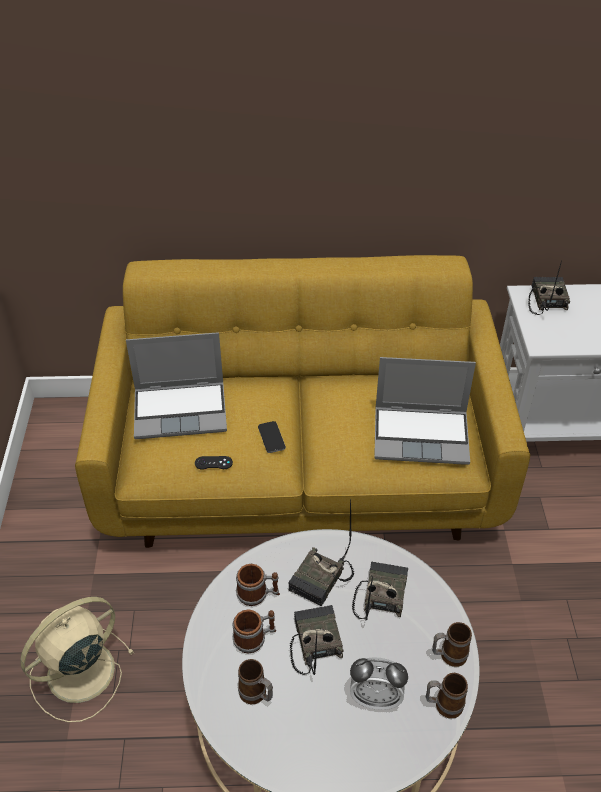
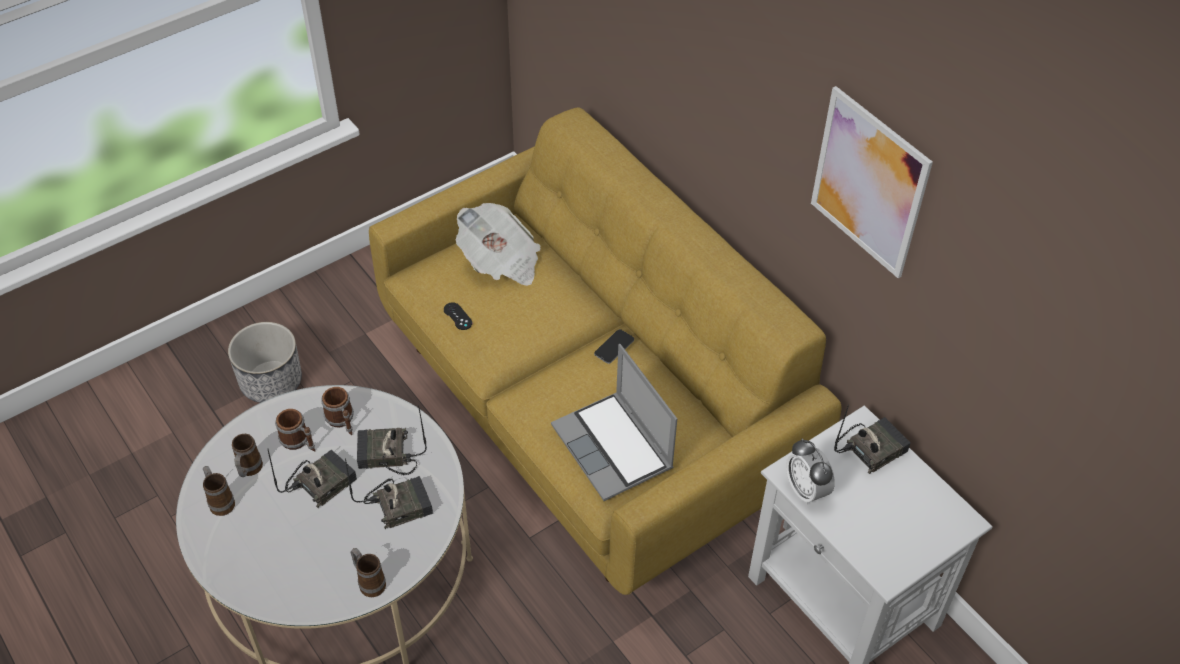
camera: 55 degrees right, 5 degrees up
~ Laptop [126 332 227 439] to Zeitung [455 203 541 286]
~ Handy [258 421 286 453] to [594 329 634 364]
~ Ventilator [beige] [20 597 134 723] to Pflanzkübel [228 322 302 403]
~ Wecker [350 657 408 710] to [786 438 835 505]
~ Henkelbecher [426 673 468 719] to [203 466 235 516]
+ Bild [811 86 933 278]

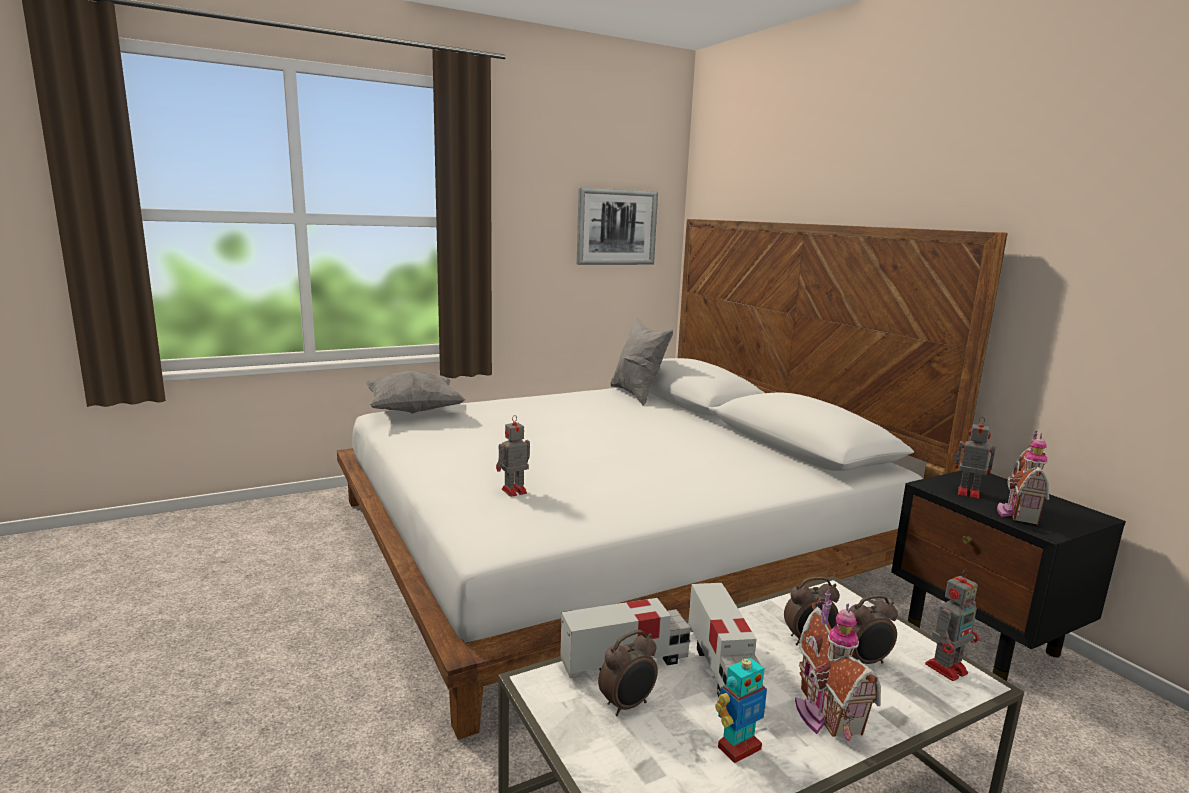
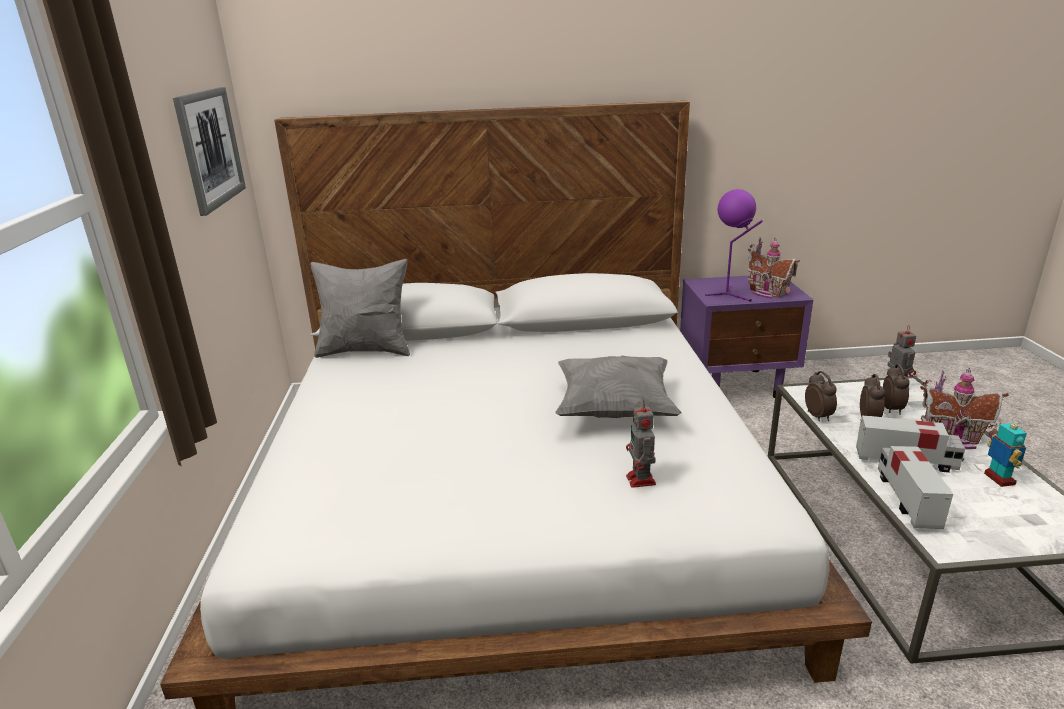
camera: 65 degrees left, 10 degrees up
~ Kissen [grau] [365 371 466 414] to [556 355 682 418]
~ Spielzeugroboter [953 417 996 499] to Tischlampe [lila] [705 189 763 301]
~ Nachttisch [schwarz] [891 471 1126 681] to Nachttisch [lila] [680 275 813 398]
~ Wecker [598 630 658 716] to [805 371 837 421]

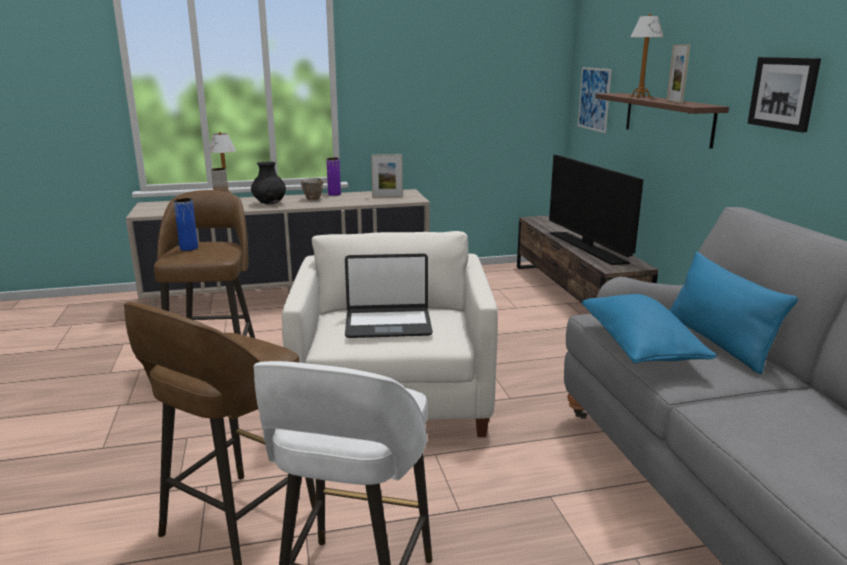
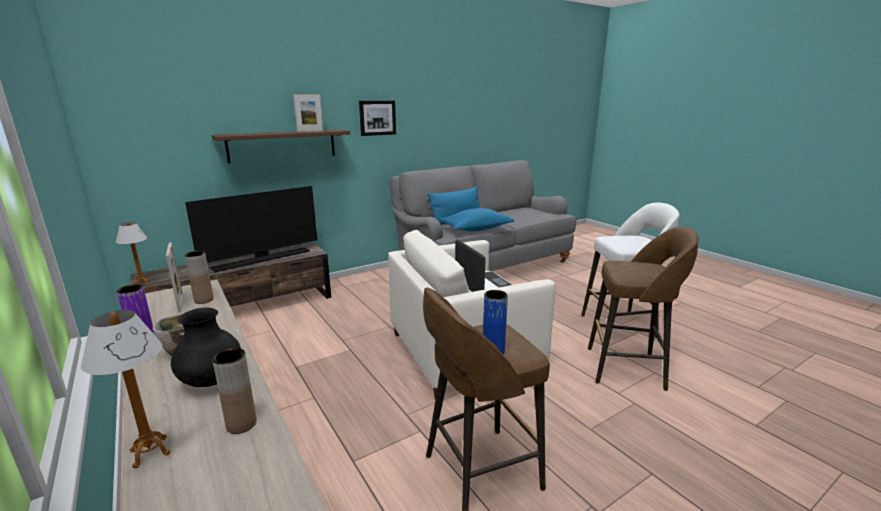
camera: 110 degrees left, 0 degrees up
~ Tischlampe [630 13 663 98] to [116 222 150 286]
- Bild [578 67 612 133]
+ Vase [braun] [185 251 214 304]

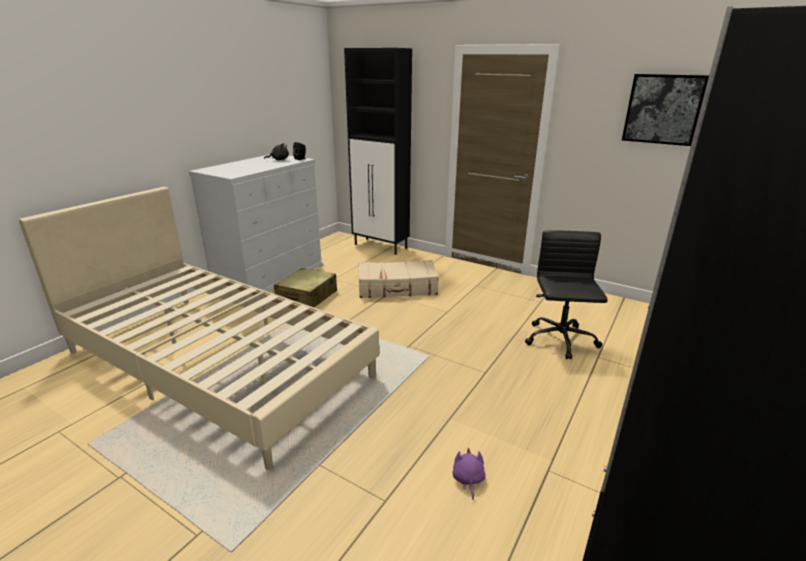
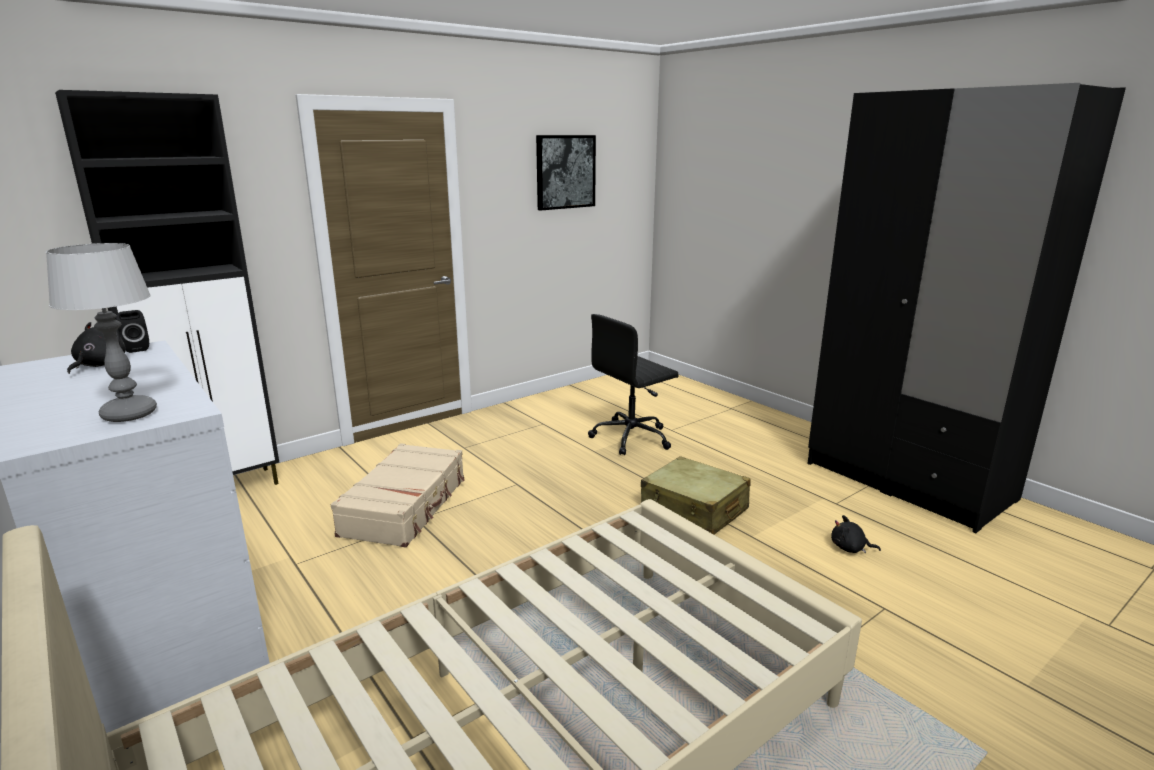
camera: 70 degrees left, 5 degrees down
~ Bürostuhl [schwarz] [525 230 608 359] = [588 314 679 455] 60 degrees counterclockwise
~ Koffer [beige] [274 268 337 307] to [641 456 751 535]
~ Plüschtier [lila] [452 448 486 500] to Plüschtier [schwarz] [831 515 881 553]
+ Tischlampe [46 243 157 422]

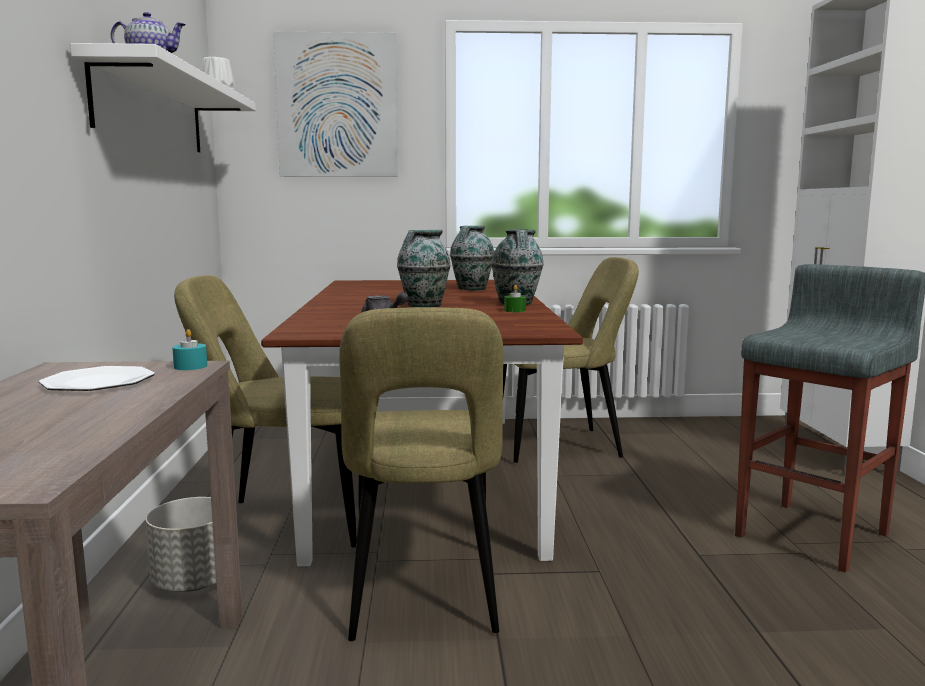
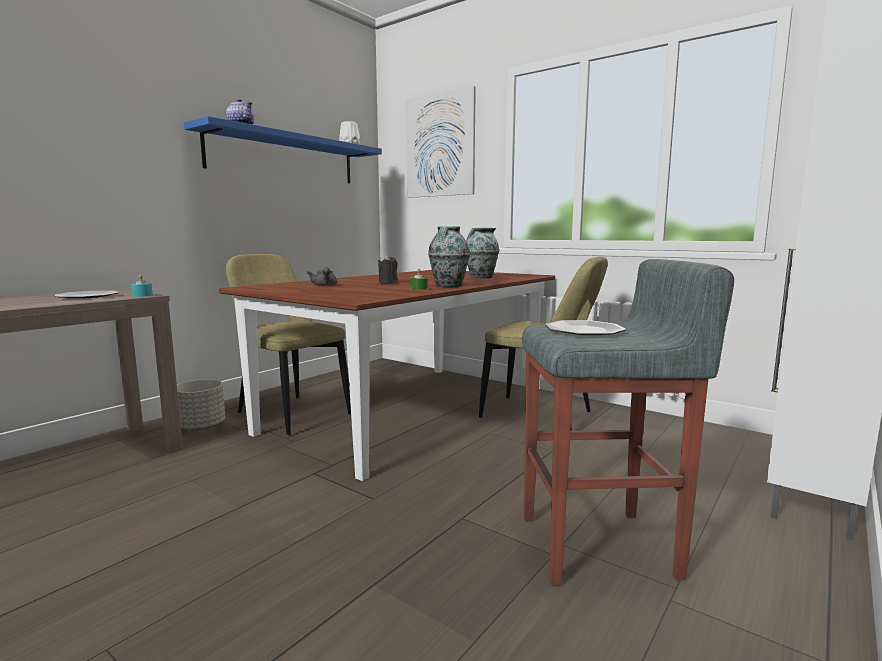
camera: 40 degrees right, 0 degrees up
~ Wandregal [weiß] [70 43 256 152] to Wandregal [blau] [184 116 382 183]
~ Vase [397 230 451 307] to Kerze [schwarz] [378 255 397 283]
- Stuhl [beige] [339 307 504 641]
+ Teller [545 320 626 335]

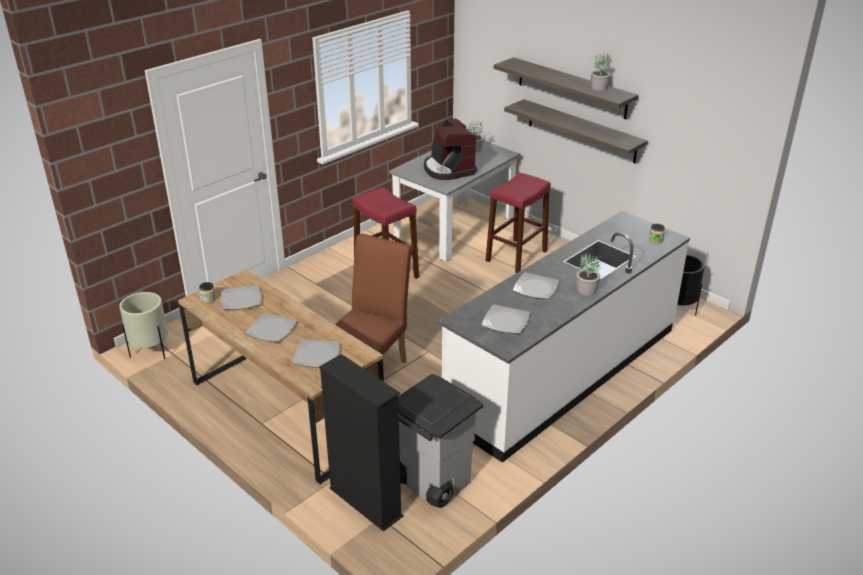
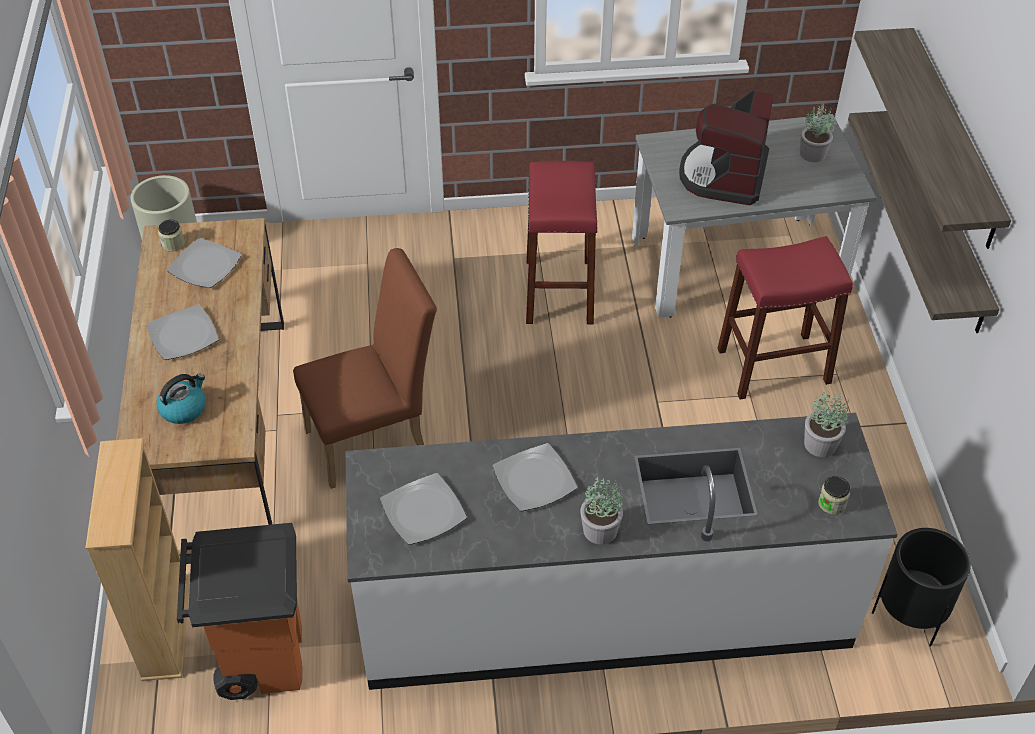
camera: 40 degrees right, 15 degrees up
~ Topfpflanze [591 53 611 91] to [804 392 849 457]
~ Teller [293 340 340 368] to Wasserkessel [156 374 206 424]
~ Bücherregal [schwarz] [319 354 403 532] to Bücherregal [beige] [85 438 190 681]
~ Mülleimer [grau] [398 374 483 508] to Mülleimer [orange] [177 523 302 700]

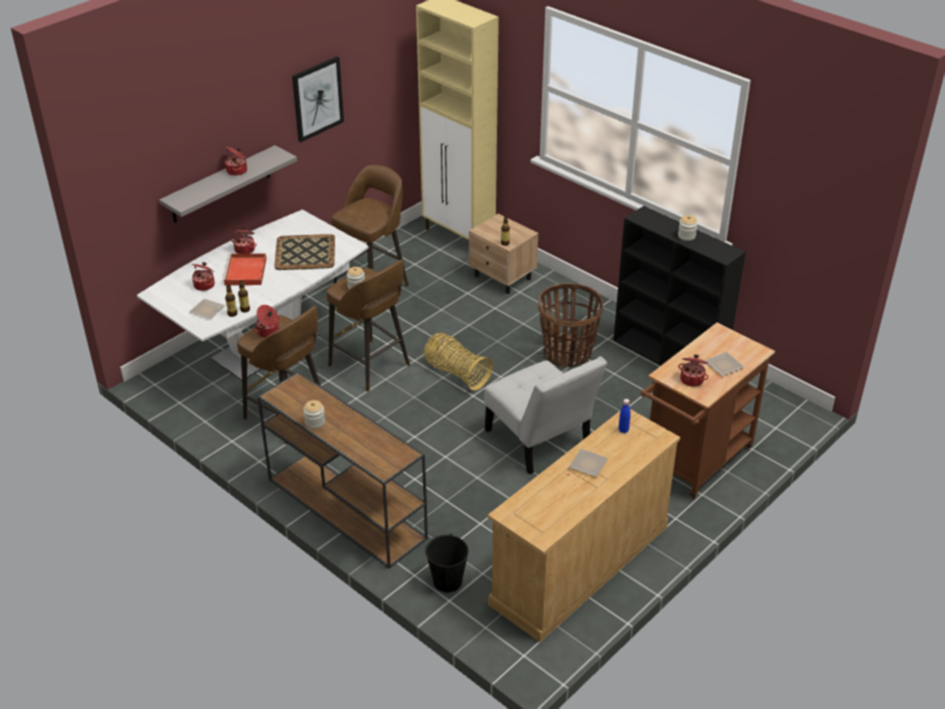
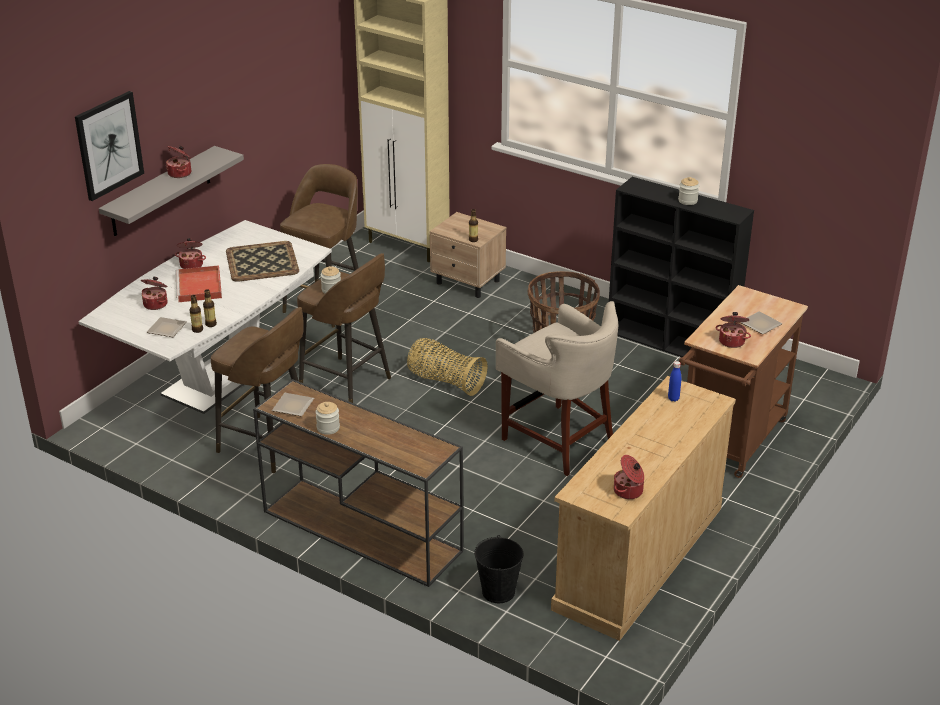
camera: 10 degrees left, 5 degrees down
~ Bild [292 56 344 142] to [75 91 144 201]
~ Kochtopf [253 305 281 338] to [614 455 644 499]
~ Stuhl [weiß] [484 356 607 474] to Hocker [beige] [496 301 618 476]
~ Teller [569 449 608 477] to [272 393 314 417]

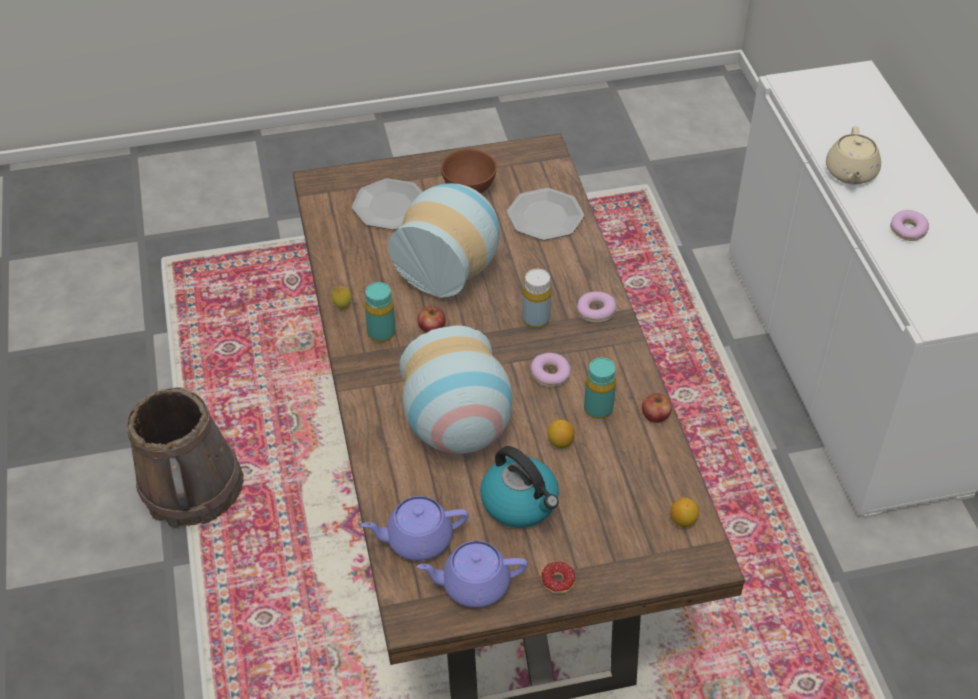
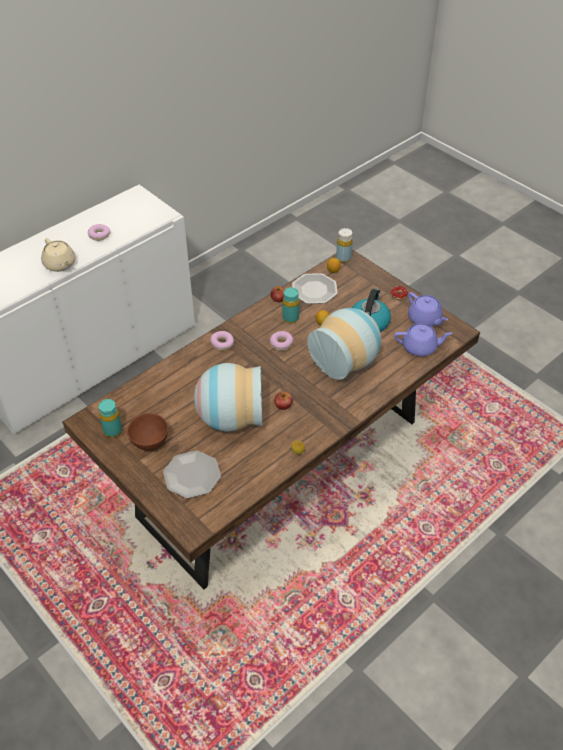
camera: 120 degrees left, 0 degrees up
~ Teekanne [beige] [826 126 881 184] = [41 238 76 272] 75 degrees clockwise
~ Teller [507 188 584 240] to [292 273 338 304]
~ Flasche [gelb] [522 269 551 328] to [336 228 353 263]
~ Flasche [türkis] [365 282 395 342] to [99 399 122 437]
- Eimer [braun] [127 387 244 528]
~ Teekanne [lila] [361 496 468 561] = [394 323 453 356] 45 degrees counterclockwise

